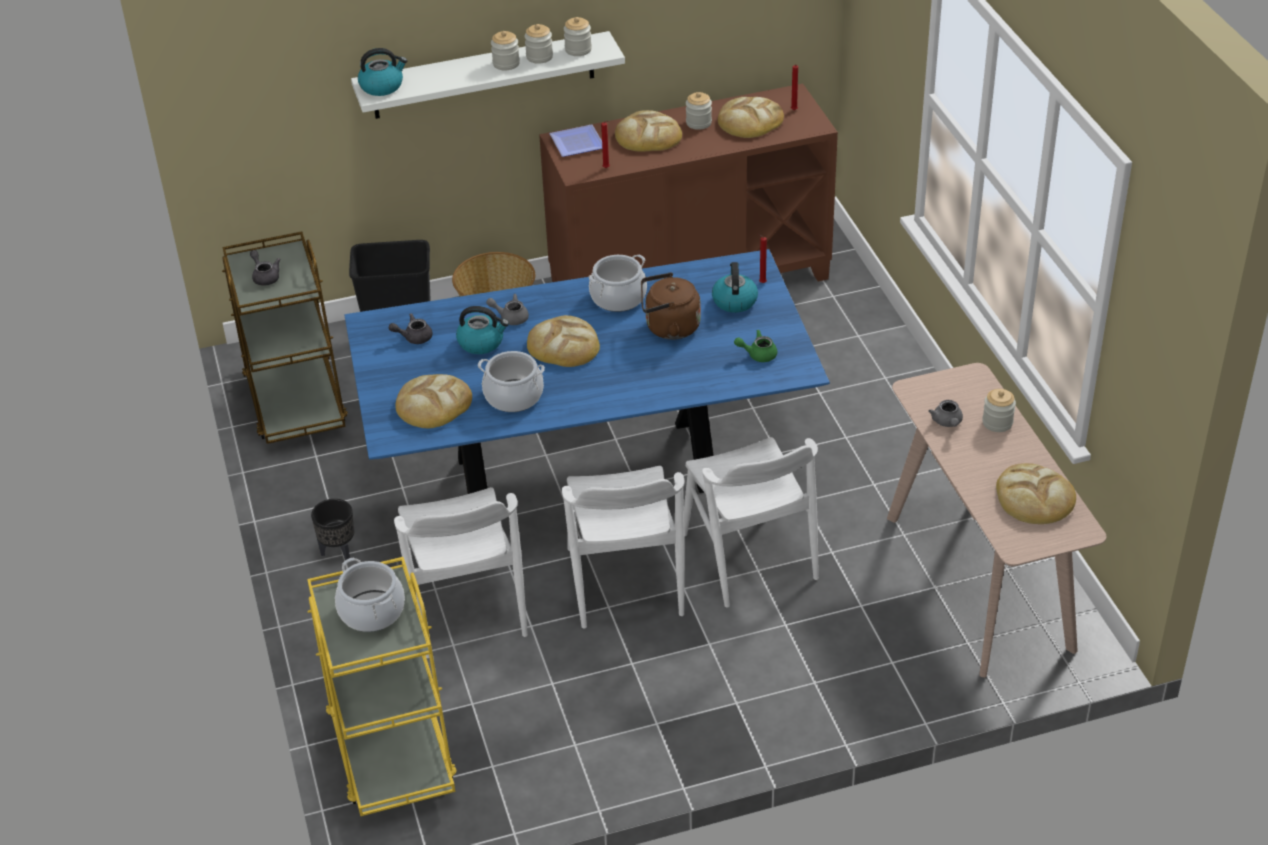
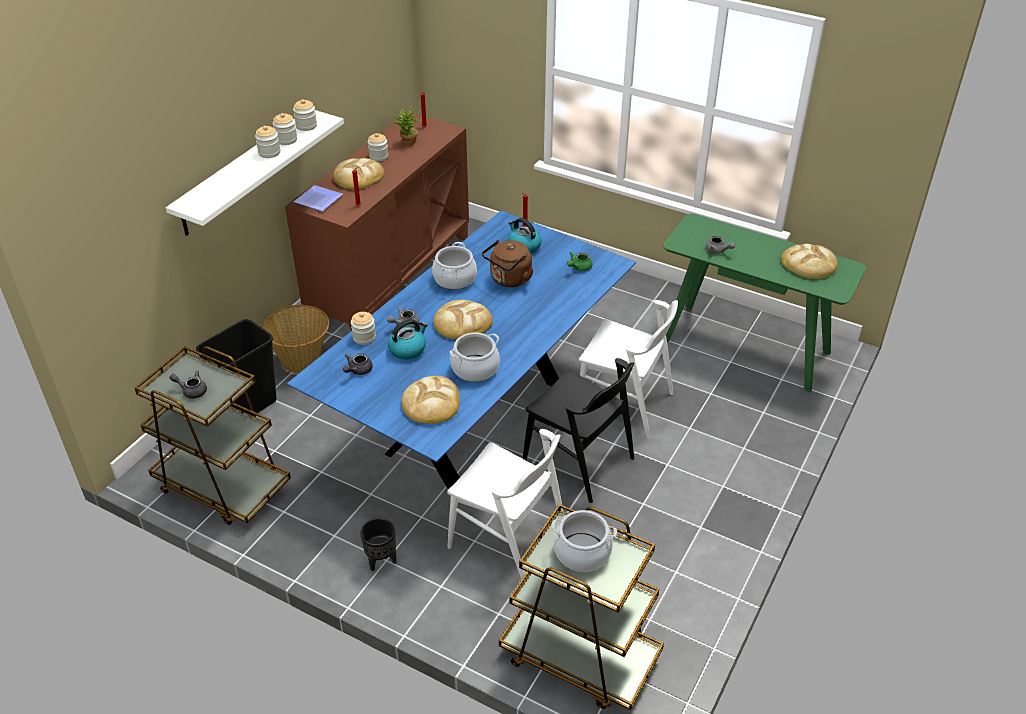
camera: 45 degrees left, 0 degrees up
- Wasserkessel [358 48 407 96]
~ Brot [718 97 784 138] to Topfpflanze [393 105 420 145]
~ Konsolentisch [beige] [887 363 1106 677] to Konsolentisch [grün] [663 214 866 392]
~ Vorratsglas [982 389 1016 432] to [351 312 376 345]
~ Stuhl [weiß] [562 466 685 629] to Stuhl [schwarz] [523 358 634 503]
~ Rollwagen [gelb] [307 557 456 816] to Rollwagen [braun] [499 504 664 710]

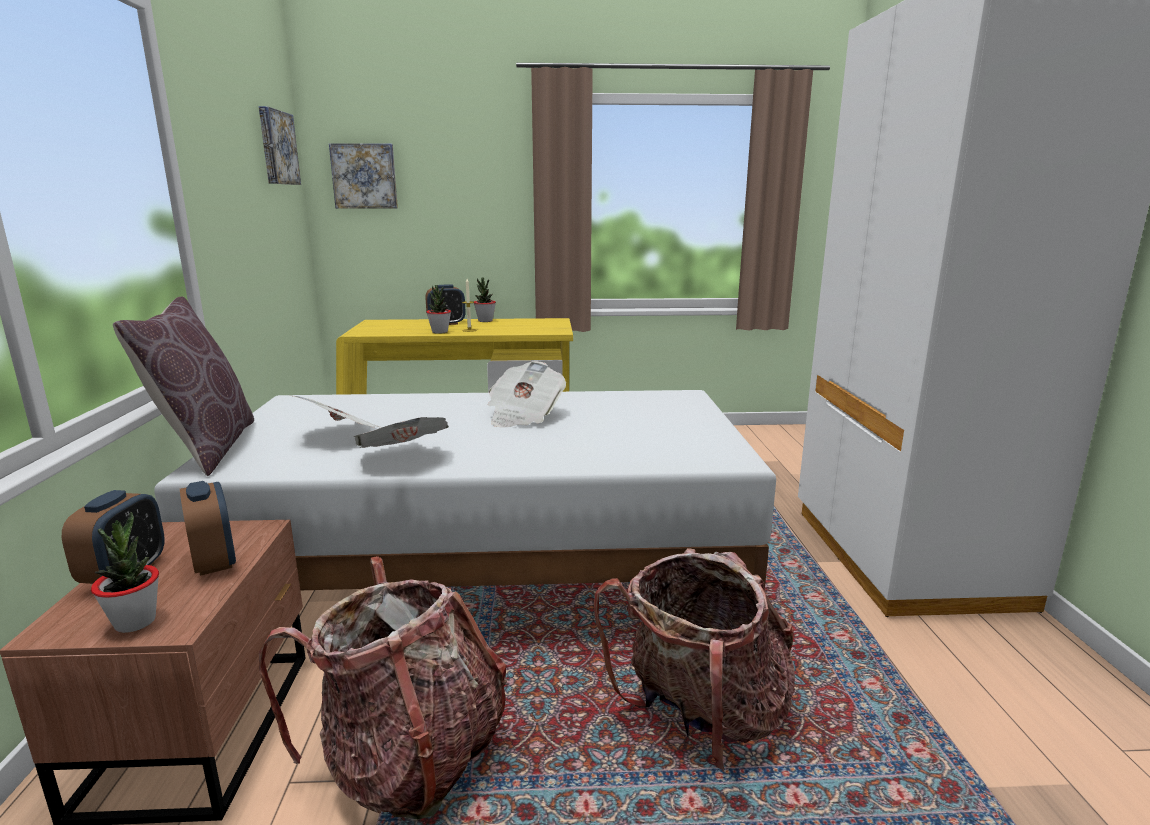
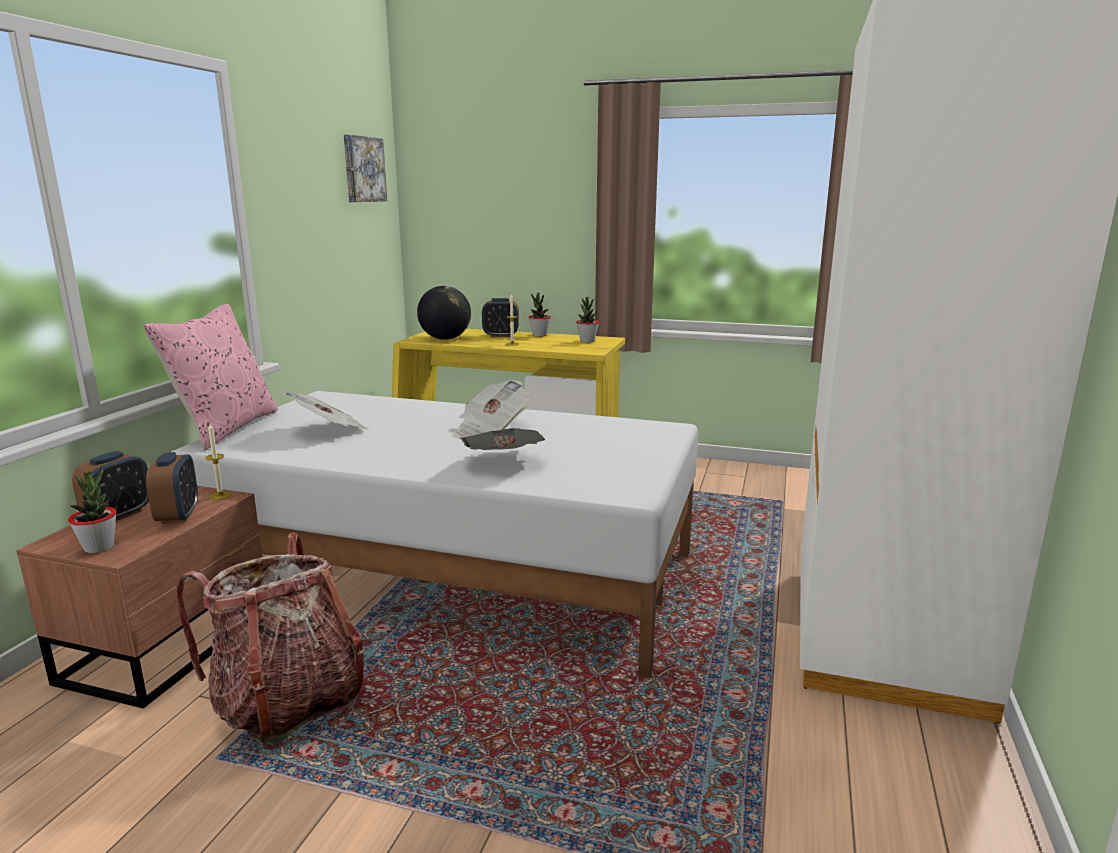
camera: 20 degrees right, 0 degrees up
- Bild [329 143 398 209]
~ Topfpflanze [426 285 451 334] to [576 297 599 343]
~ Kissen [braun] [113 296 254 476] to Kissen [rosa] [143 304 278 450]
~ Zeitung [354 417 449 448] to [459 428 545 450]
- Rucksack [594 548 795 772]
+ Globus [417 286 471 340]
+ Kerze [205 424 232 500]

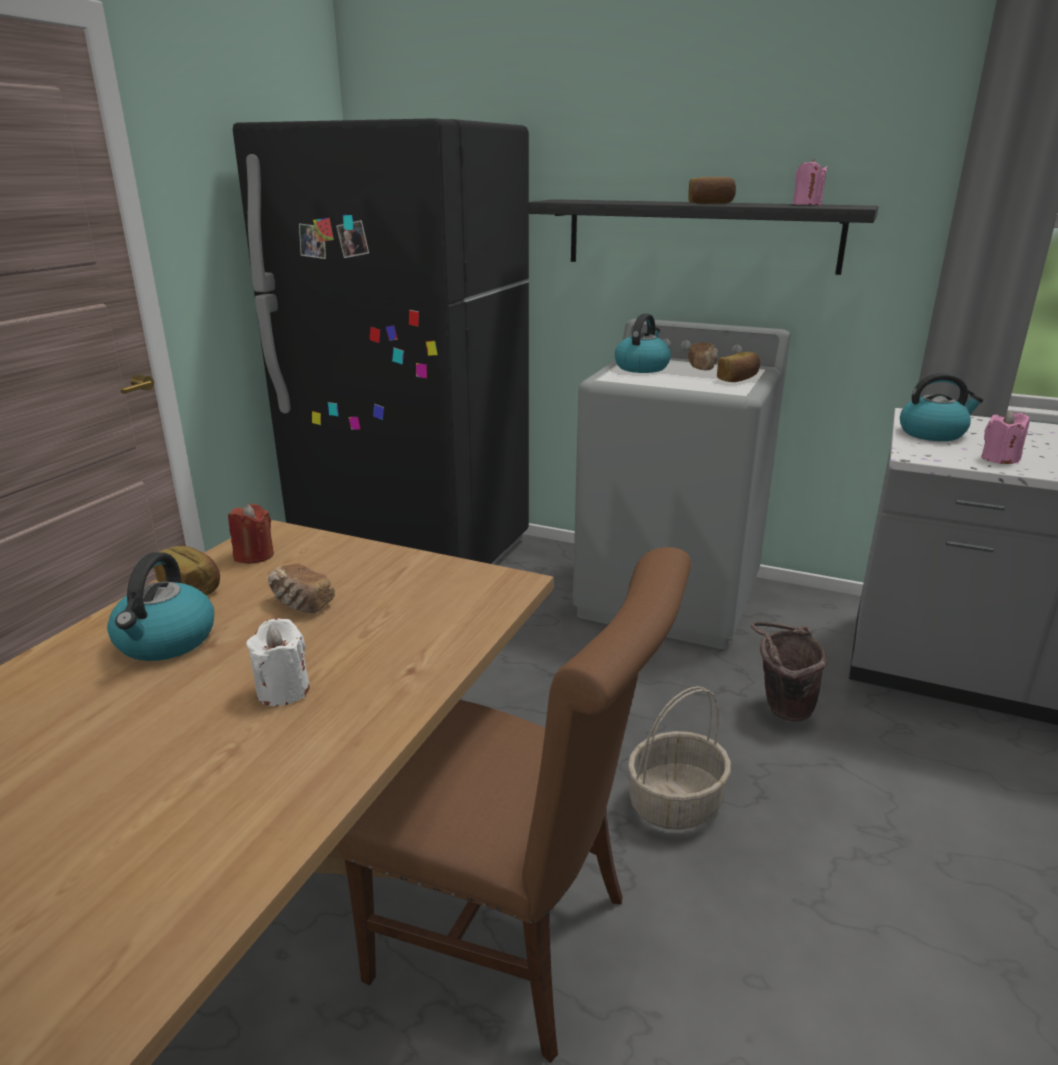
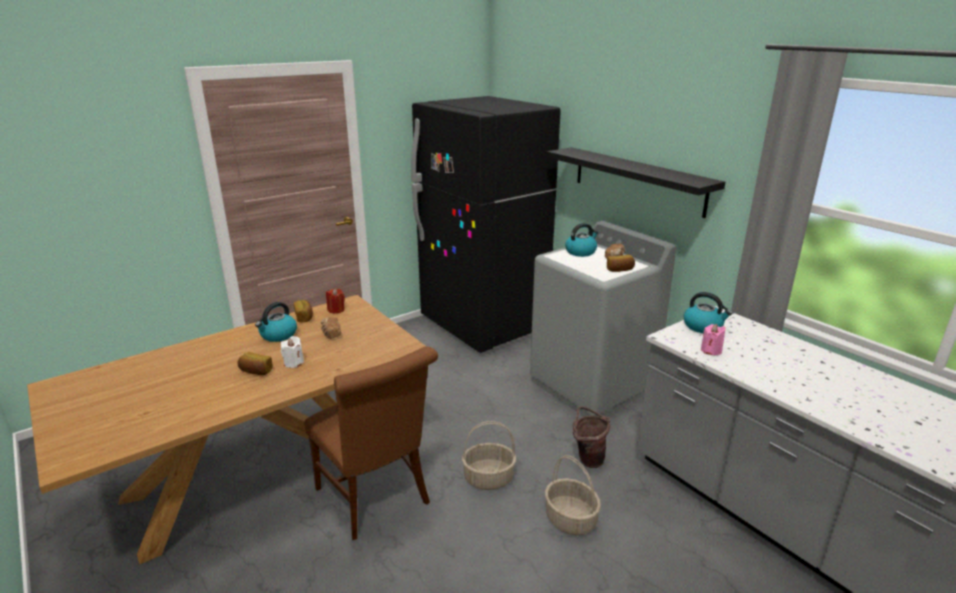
camera: 30 degrees right, 0 degrees up
- Kerze [rosa] [792 159 828 205]
~ Brot [688 177 736 204] to [238 352 273 375]
+ Korb [545 455 601 535]

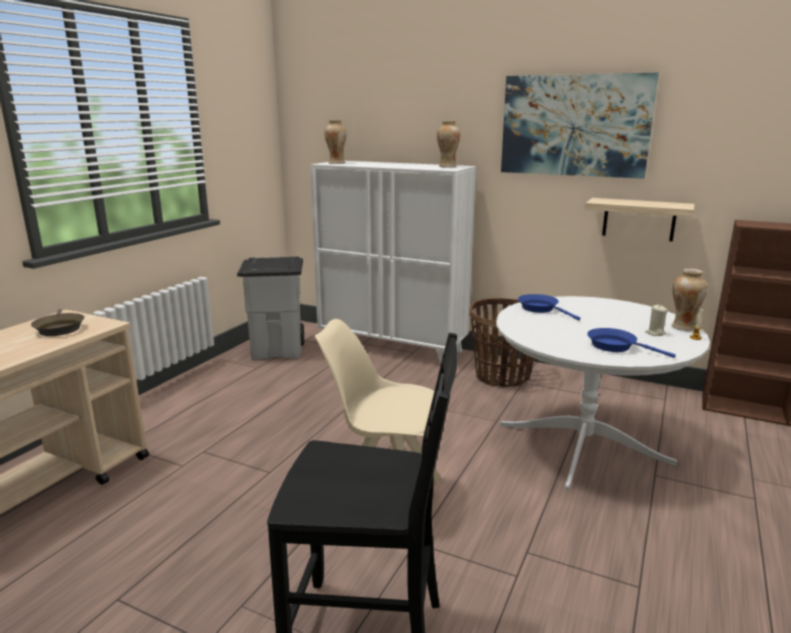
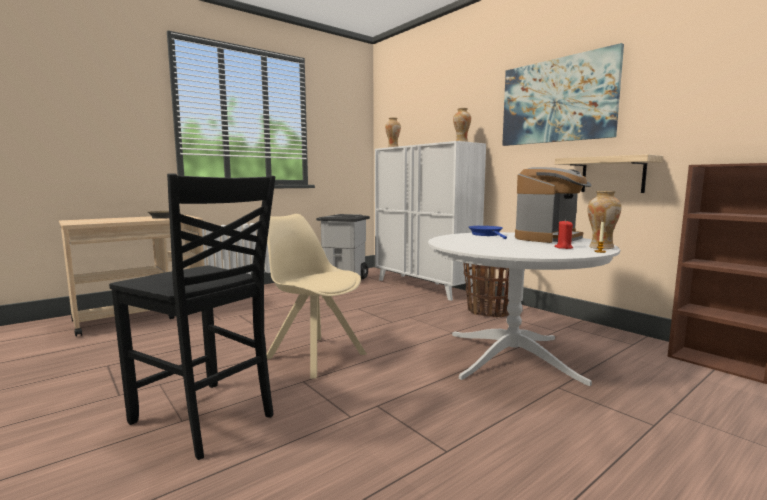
camera: 25 degrees right, 10 degrees down
~ Kerze [beige] [645 305 668 336] to Kerze [rot] [554 220 573 249]
- Pfanne [blau] [587 328 676 358]
+ Kaffeemaschine [515 167 592 243]

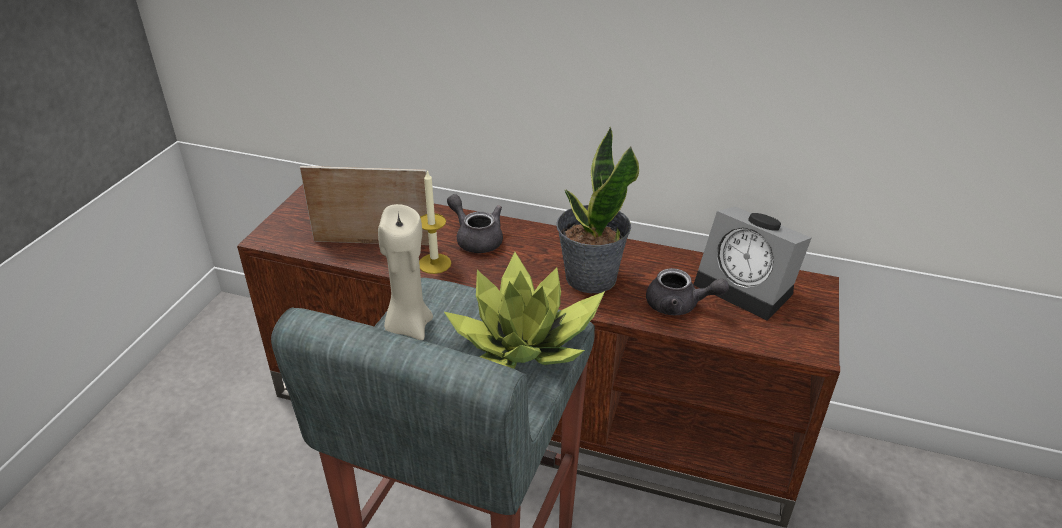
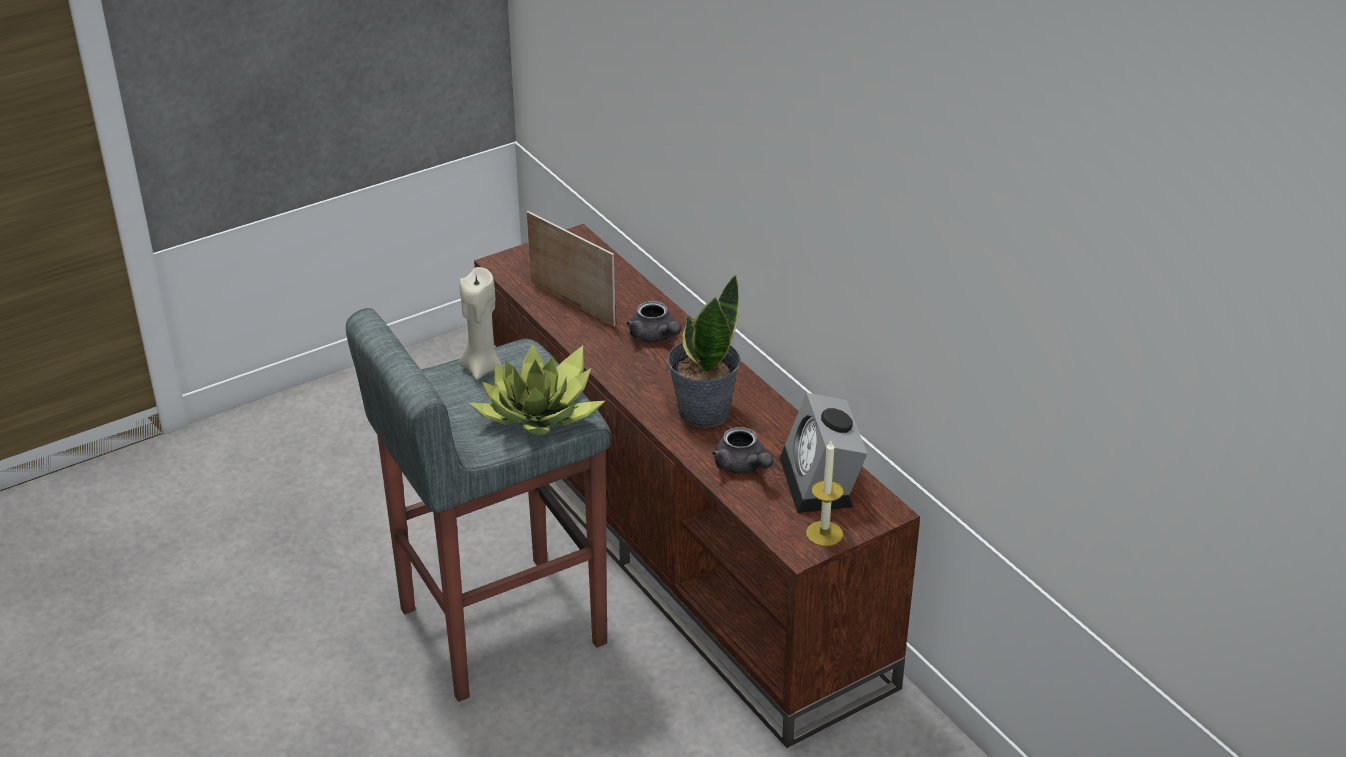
camera: 40 degrees right, 0 degrees up
~ Kerze [419 170 451 274] to [806 441 844 546]
~ Teekanne [grau] [447 194 503 253] = [626 301 682 343] 150 degrees clockwise

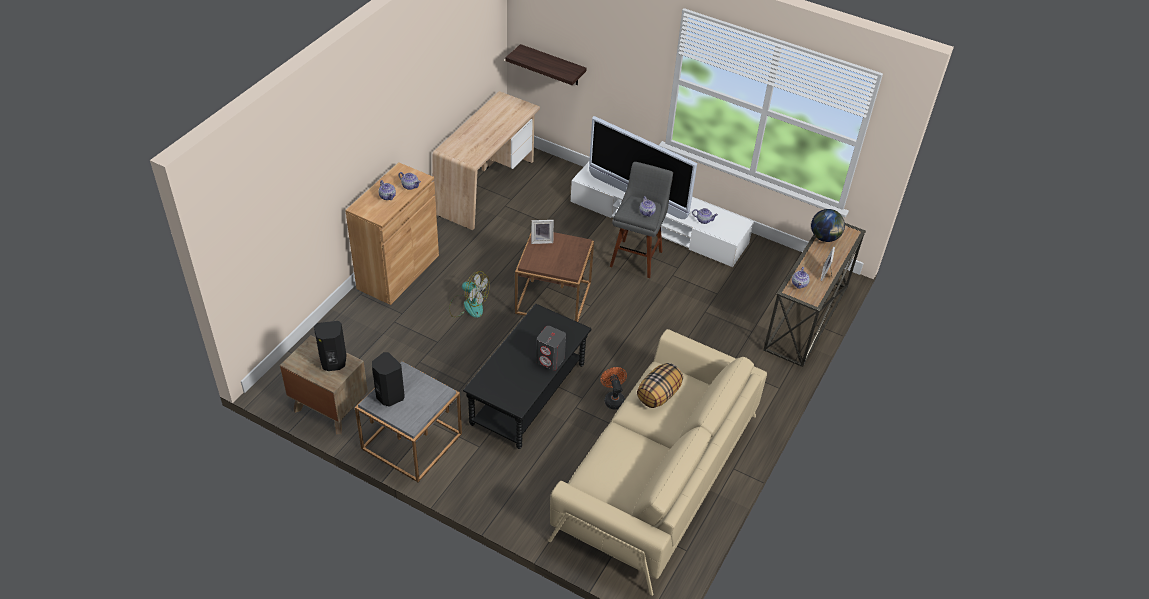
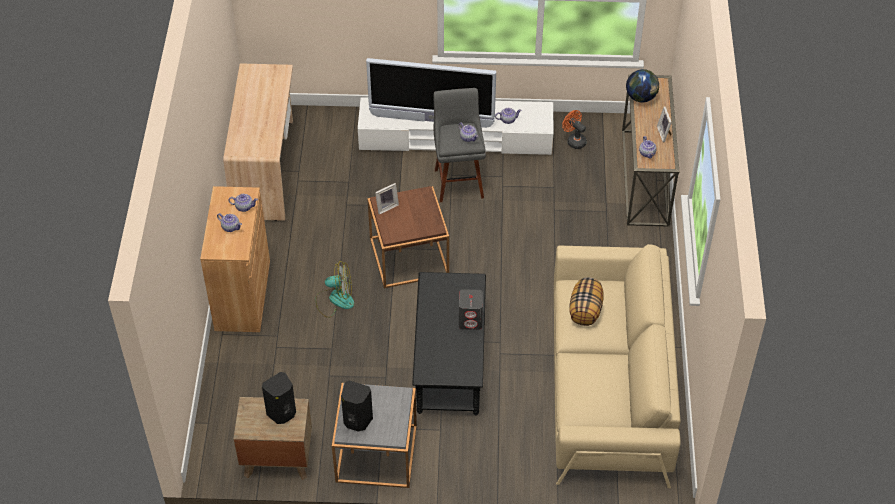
camera: 25 degrees left, 5 degrees up
- Wandregal [505 44 587 85]
~ Ventilator [orange] [600 367 627 410] to [562 110 587 149]

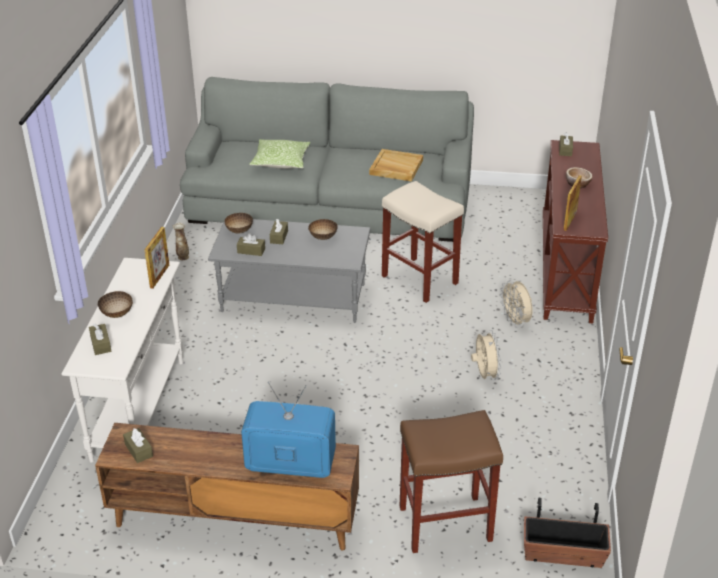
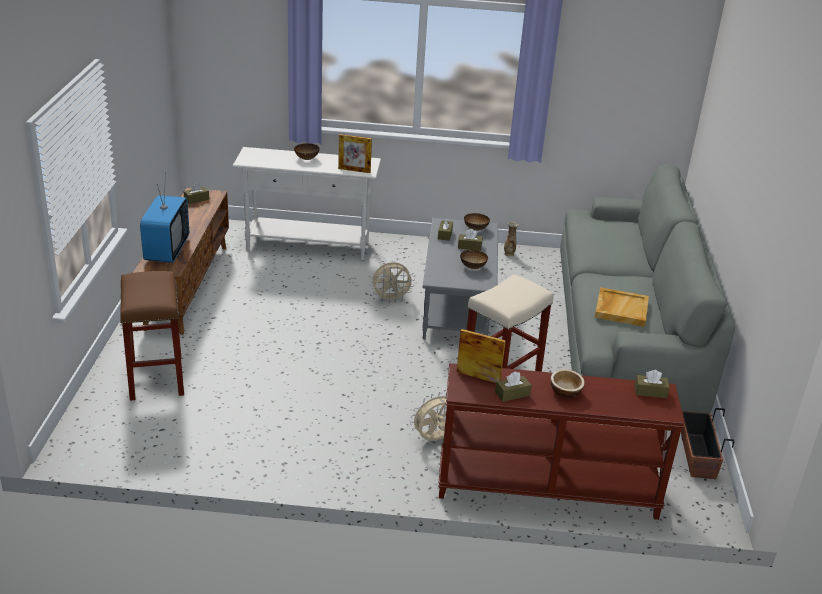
camera: 85 degrees right, 5 degrees down
- Kissen [249 139 310 169]
~ Taschentuchbox [braun] [89 324 112 355] to [495 371 532 402]
~ Ventilator [beige] [471 330 501 381] to [371 262 415 302]
~ Pflanzkübel [524 497 611 568] to [681 408 734 479]

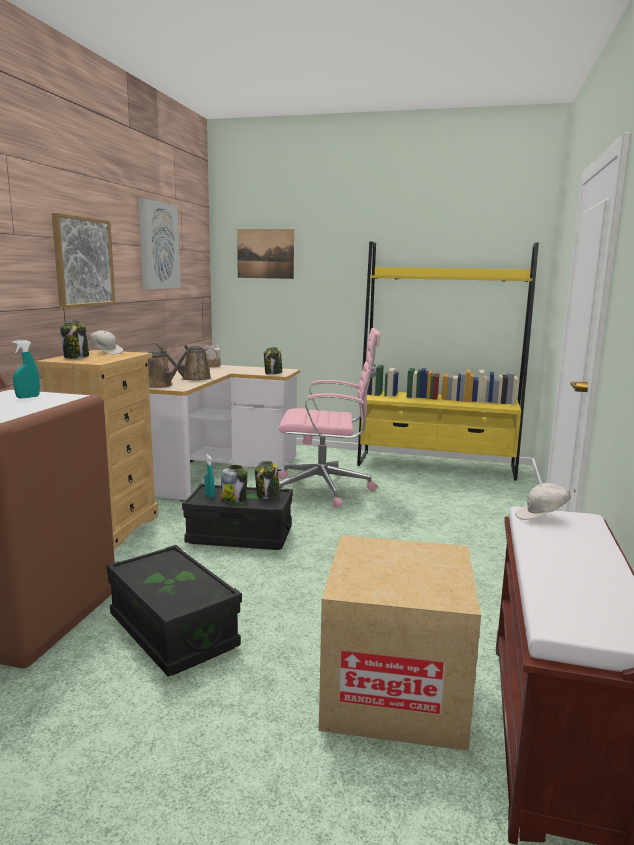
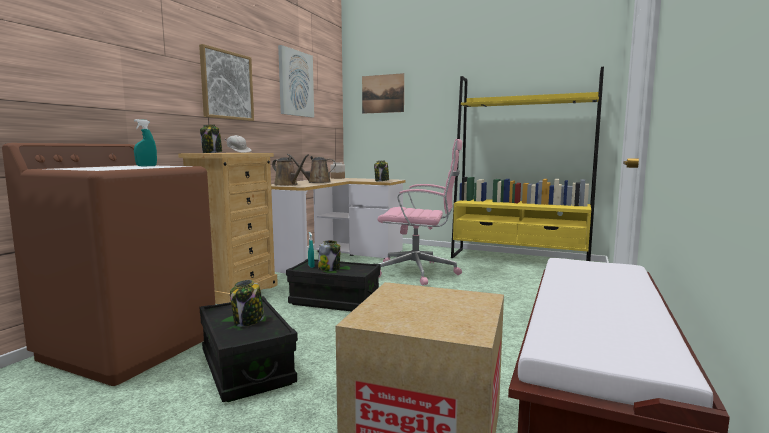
camera: 10 degrees right, 5 degrees down
~ Vorratsglas [255 461 280 499] to [230 280 264 327]
- Kappe [weiß] [515 483 576 520]

